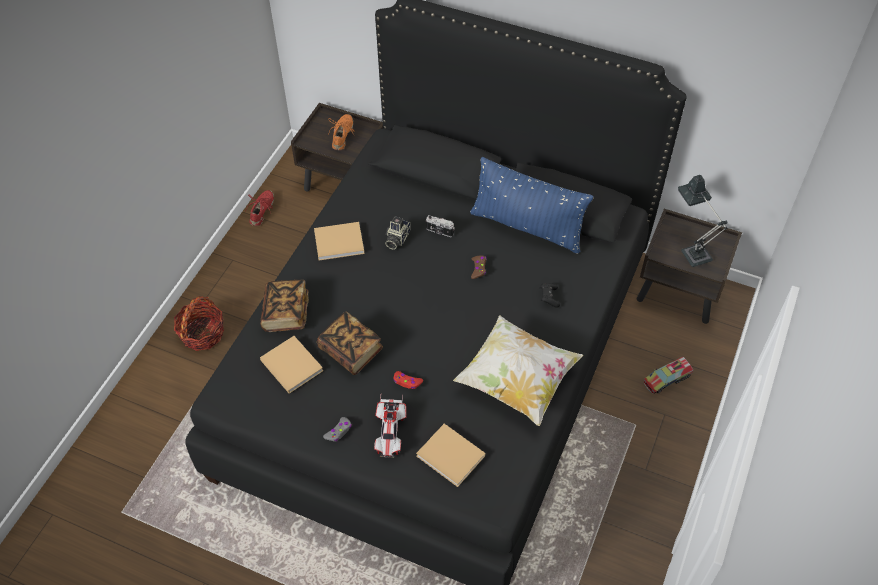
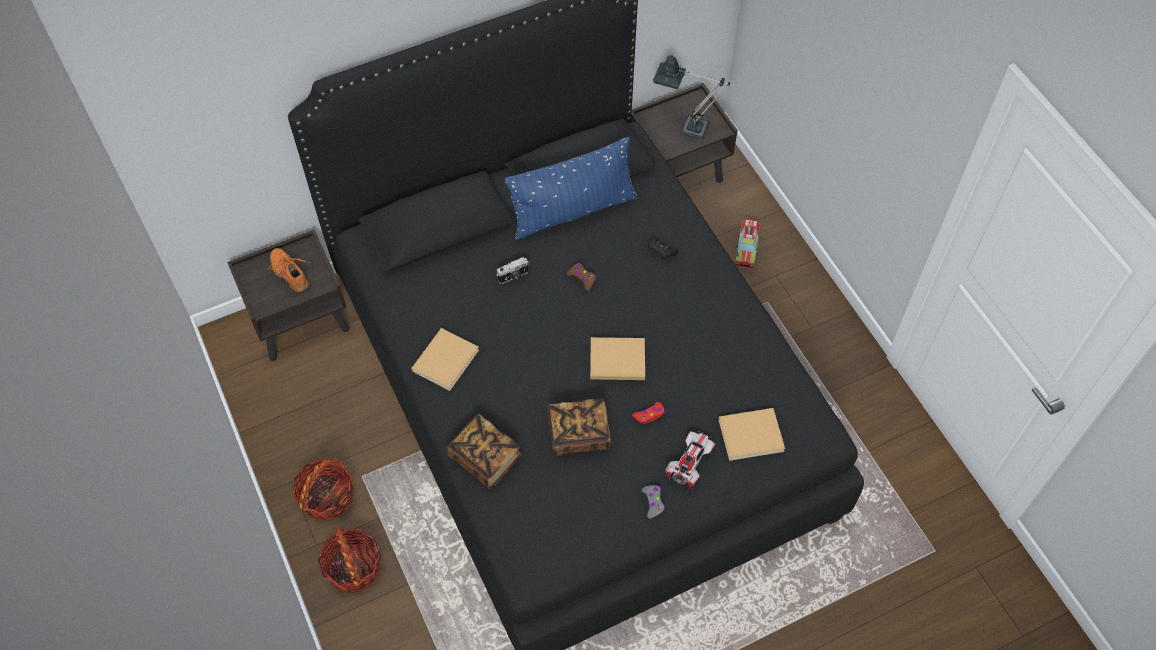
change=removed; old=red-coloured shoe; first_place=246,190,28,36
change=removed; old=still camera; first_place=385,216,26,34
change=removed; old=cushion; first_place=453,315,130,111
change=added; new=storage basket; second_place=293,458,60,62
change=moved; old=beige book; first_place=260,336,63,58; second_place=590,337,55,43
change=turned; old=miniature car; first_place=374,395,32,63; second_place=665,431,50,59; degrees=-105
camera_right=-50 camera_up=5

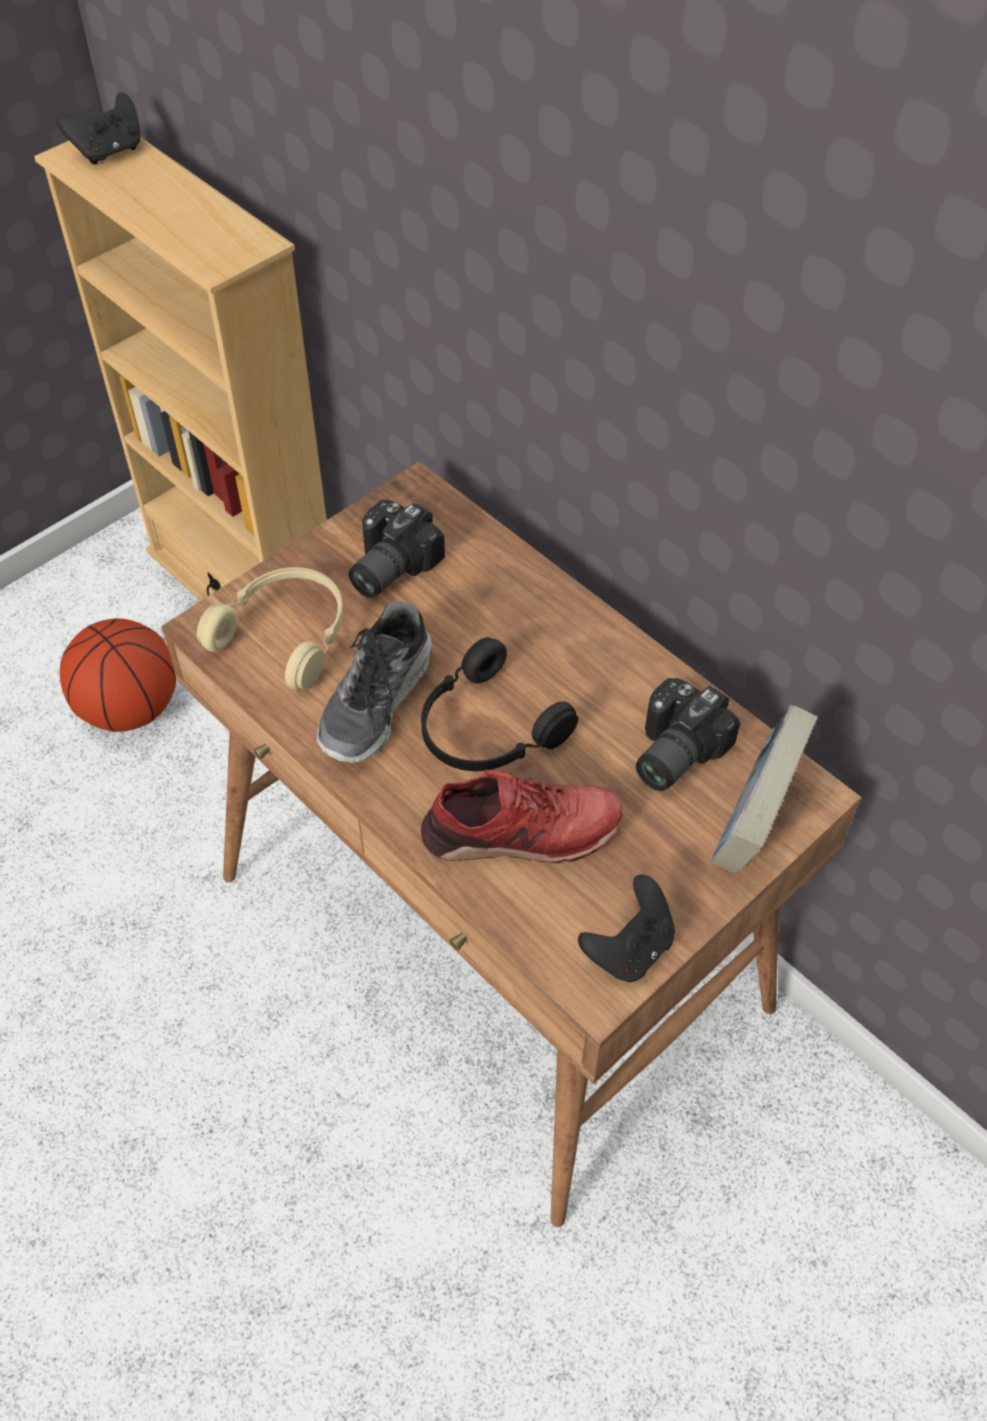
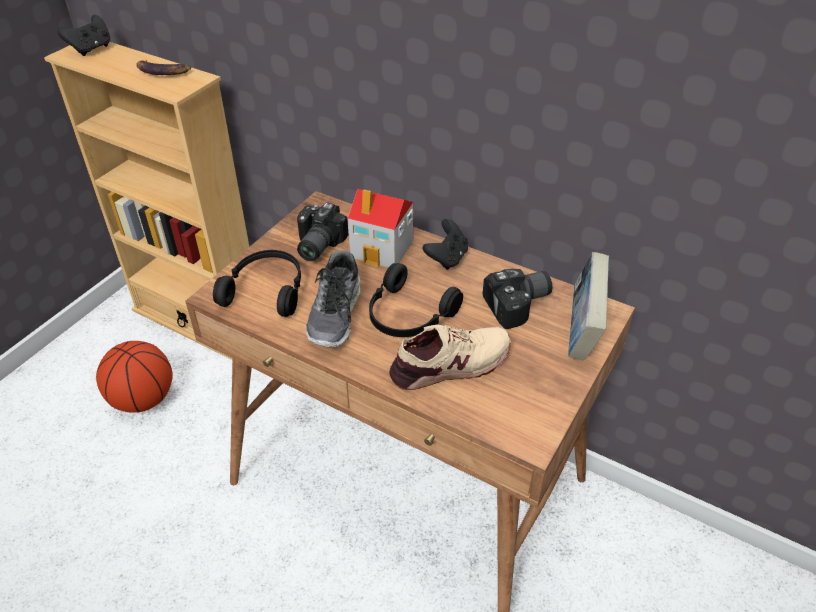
change=added; new=whole banana; second_place=136,60,55,15
change=added; new=toy house; second_place=347,189,66,79
change=moved; old=black gamepad; first_place=578,874,97,108; second_place=423,219,45,51
change=recoloured; old=beige headphones; new=black headphones; first_place=197,567,146,123; second_place=213,250,88,67
change=recoloured; old=red-coloured shoe; new=beige shoe; first_place=421,769,202,94; second_place=389,325,122,65
change=turned; old=still camera; first_place=636,678,104,113; second_place=483,269,69,60; degrees=-135
camera_right=-15 camera_up=-10

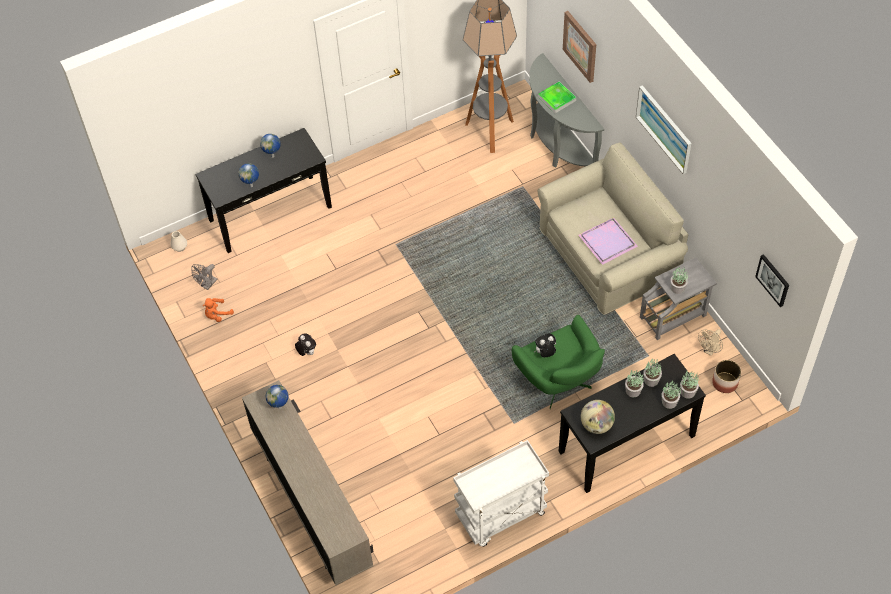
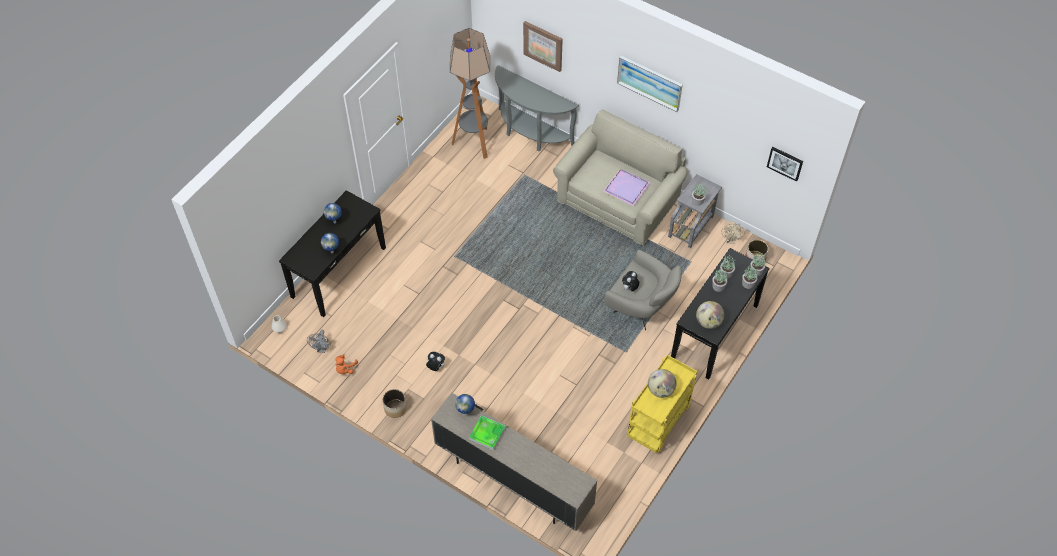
change=added; new=flower pot; second_place=383,389,24,29
change=added; new=desk globe; second_place=648,369,29,29
change=moved; old=carrying tray; first_place=538,82,38,31; second_place=469,415,37,36
change=recoloured; old=white-coloured trolley; new=yellow-coloured trolley; first_place=453,440,96,107; second_place=627,355,70,98
change=recoloured; old=greenish easy chair; new=grey easy chair; first_place=512,315,93,94; second_place=604,250,78,81
camera_right=-30 camera_up=0

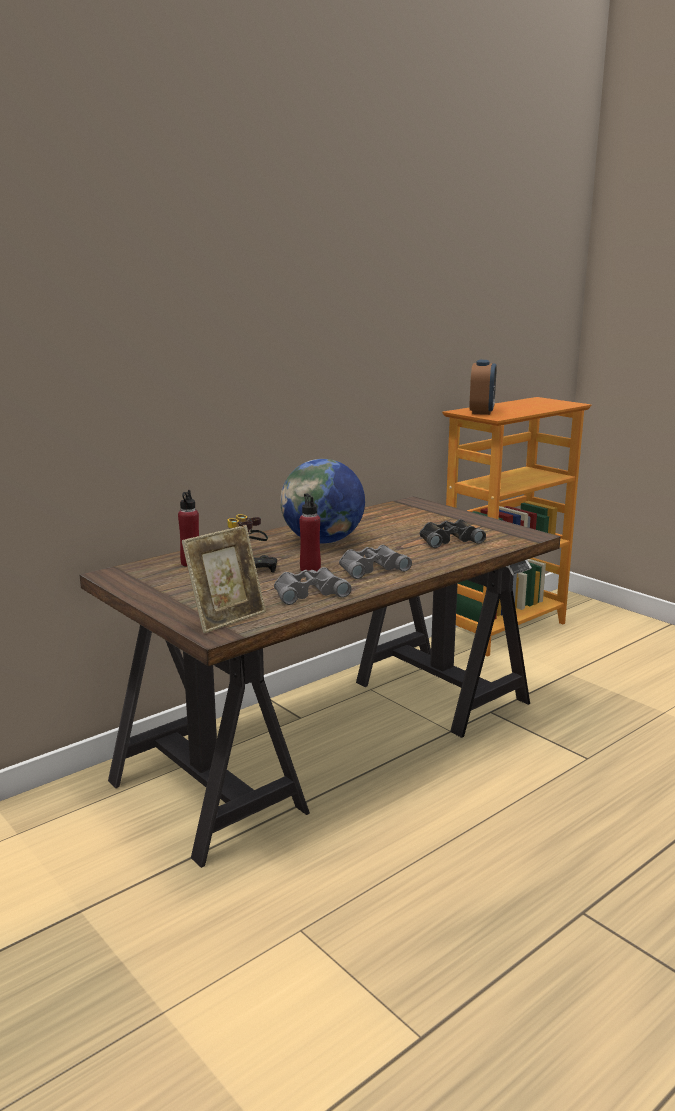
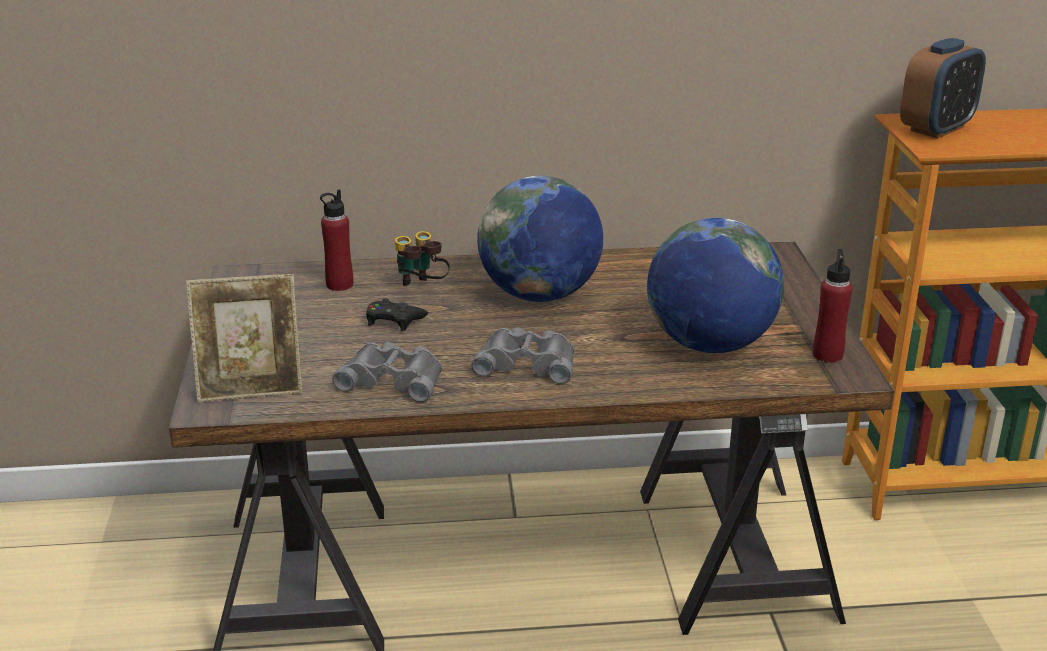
change=moved; old=red-coloured beverage bottle; first_place=299,494,22,78; second_place=813,249,40,114
change=replaced; old=black binoculars; new=desk globe; first_place=420,519,66,29; second_place=647,218,137,135
camera_right=35 camera_up=10

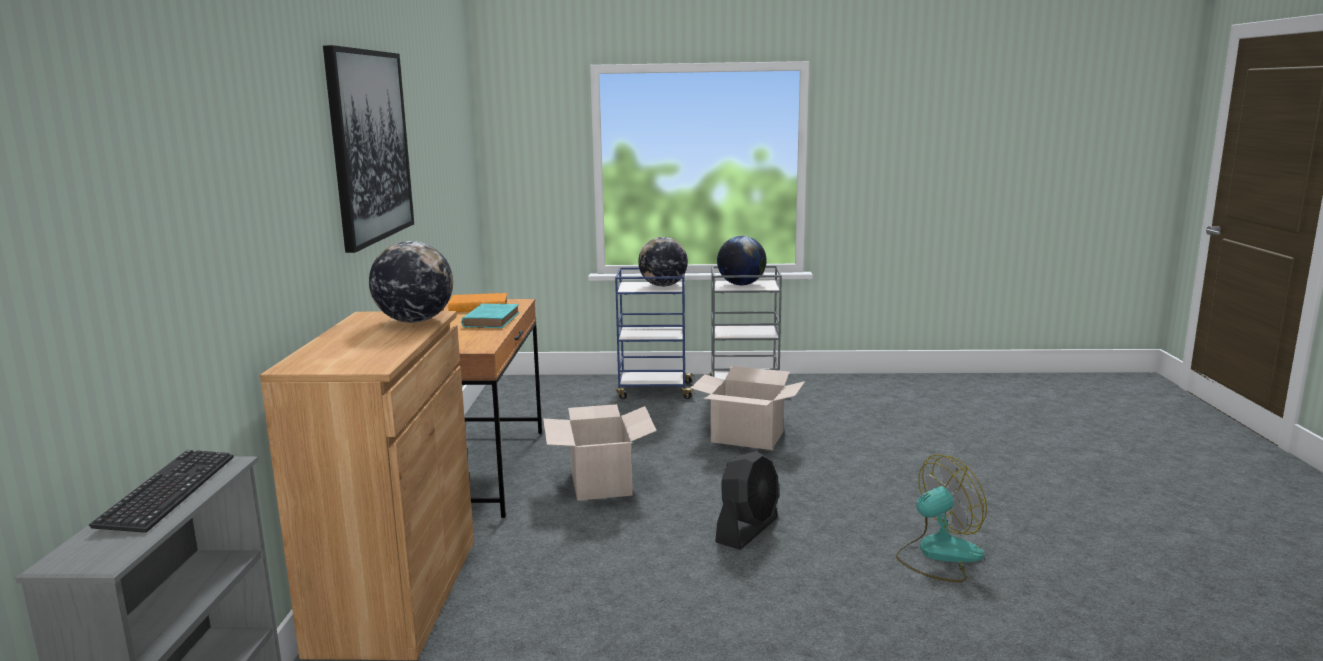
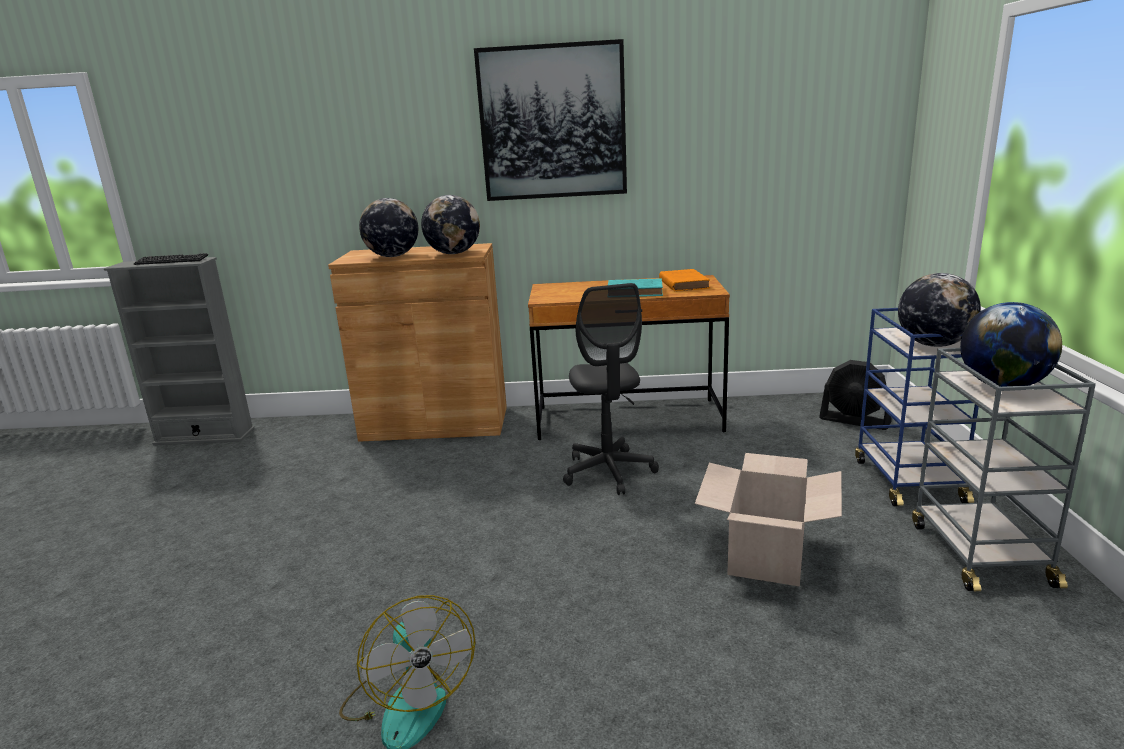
change=added; new=desk globe; second_place=359,198,59,59
change=moved; old=black electric fan; first_place=715,451,64,99; second_place=819,360,73,70
change=replaced; old=packing box; new=grey office chair; first_place=543,404,114,97; second_place=563,283,96,212
camera_right=90 camera_up=5

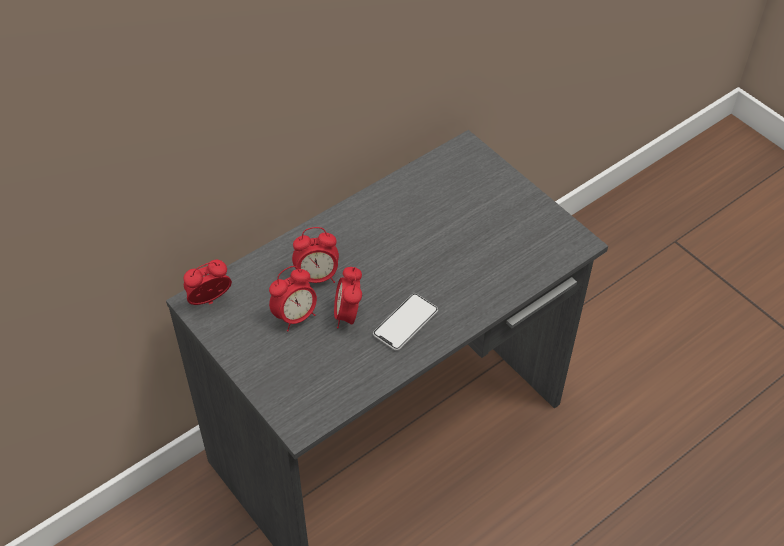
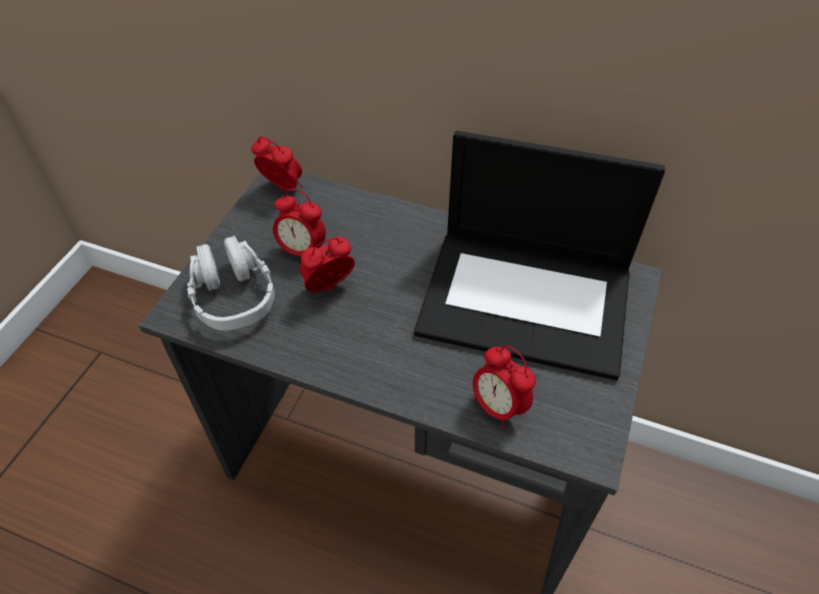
change=removed; old=handset; first_place=373,294,65,57
change=added; new=grey headphones; second_place=187,236,88,95
change=added; new=portable computer; second_place=414,131,251,249
change=moved; old=alarm clock; first_place=292,227,47,56; second_place=473,345,63,84
camera_right=60 camera_up=0

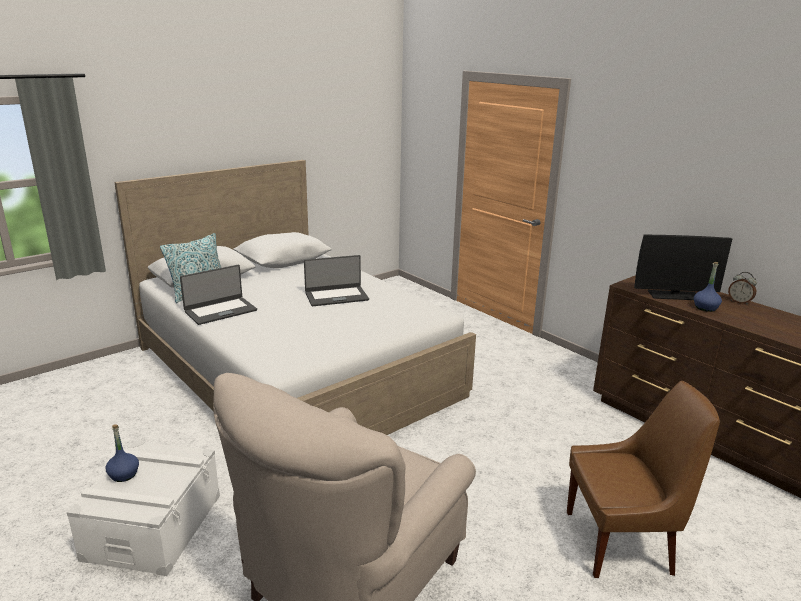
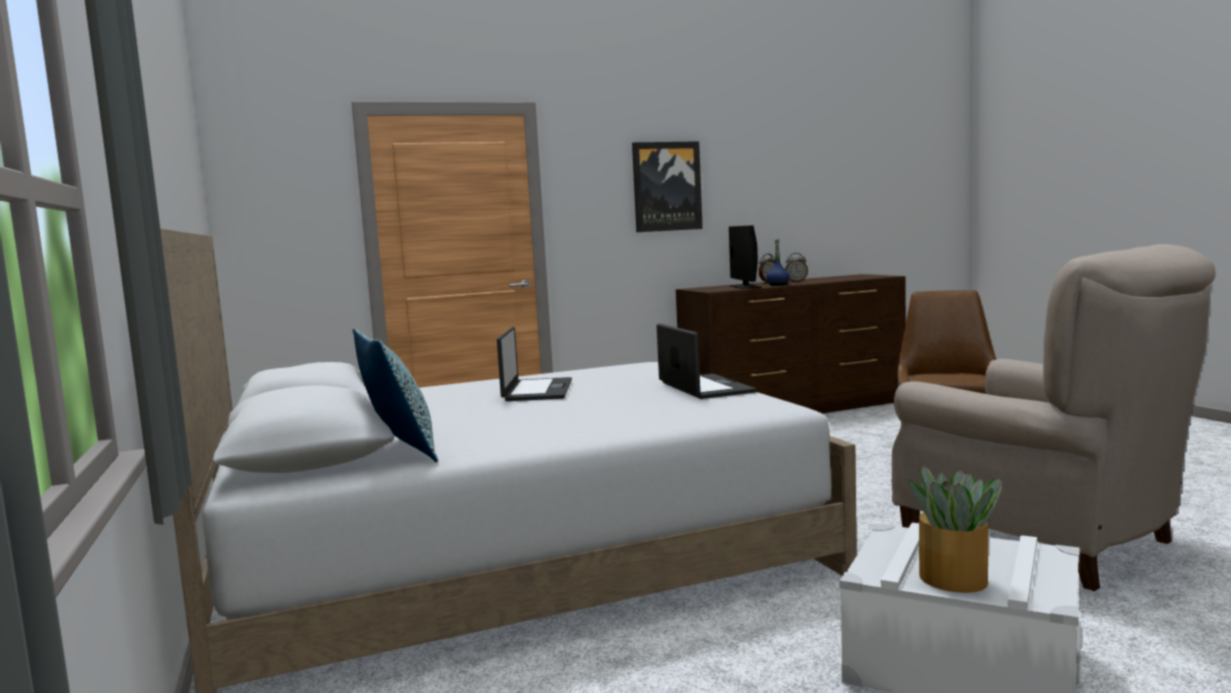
change=added; new=wall art; second_place=632,141,71,91
change=added; new=alarm clock; second_place=785,253,23,29
change=moved; old=portable computer; first_place=180,265,77,60; second_place=657,323,100,76
change=replaced; old=bluish beverage bottle; new=potted plant; first_place=106,424,33,58; second_place=908,466,94,127
change=turned; old=monitor; first_place=634,234,98,66; second_place=729,225,33,64; degrees=150
camera_right=-70 camera_up=-15

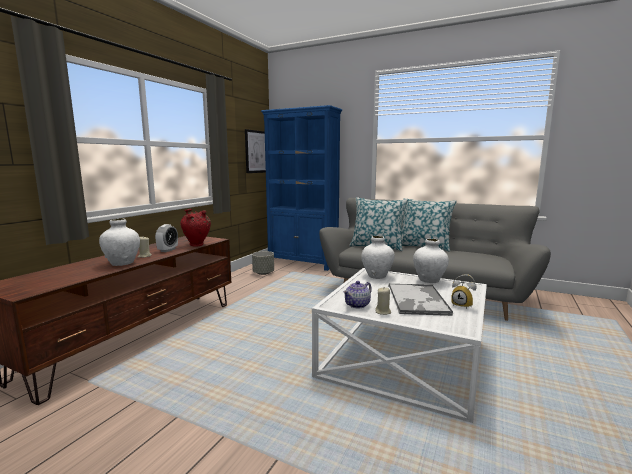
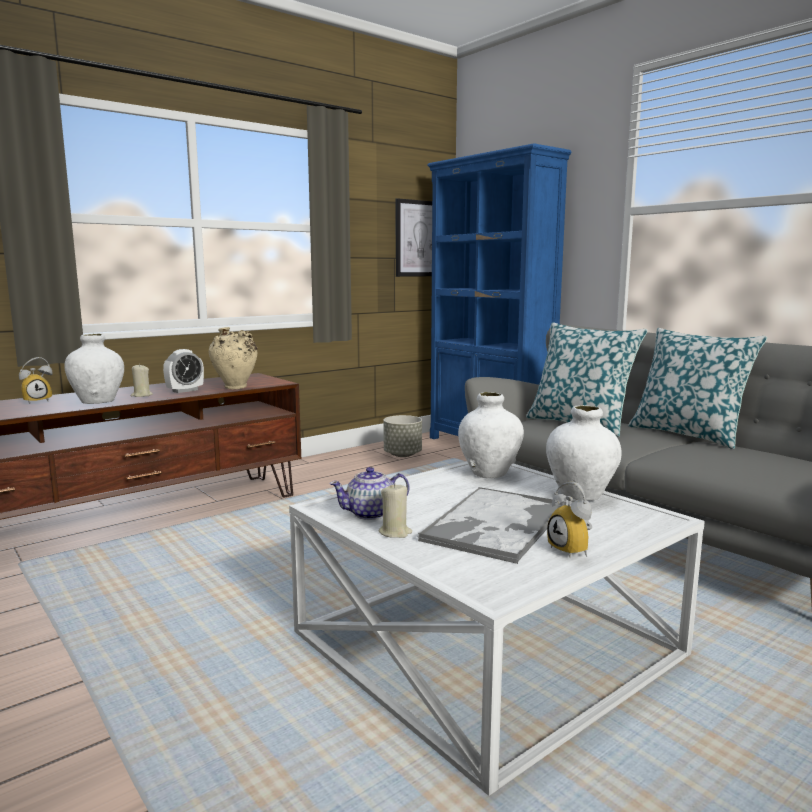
change=added; new=alarm clock; second_place=19,357,33,47
change=recoloured; old=red-coloured vase; new=beige vase; first_place=181,209,30,38; second_place=209,327,49,62
camera_right=25 camera_up=0

